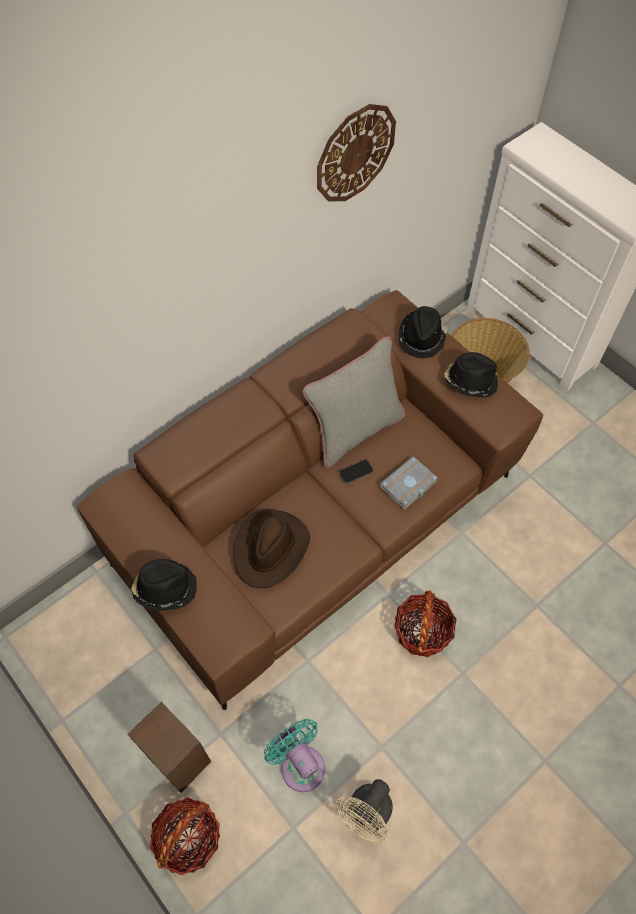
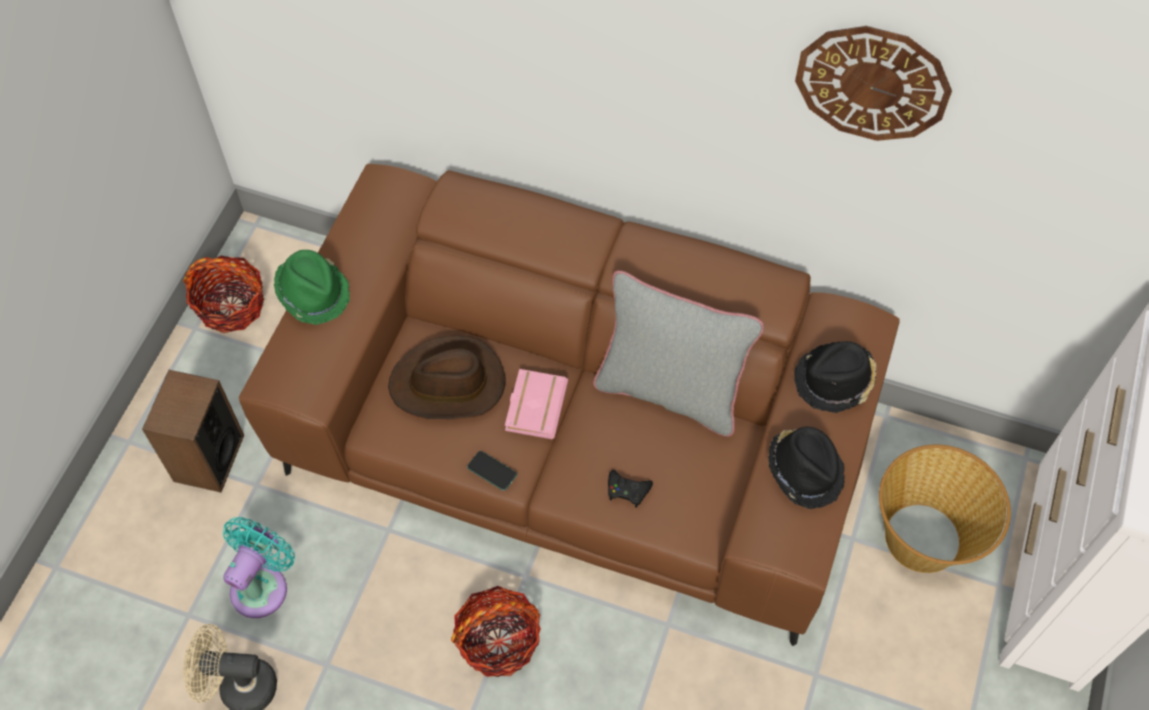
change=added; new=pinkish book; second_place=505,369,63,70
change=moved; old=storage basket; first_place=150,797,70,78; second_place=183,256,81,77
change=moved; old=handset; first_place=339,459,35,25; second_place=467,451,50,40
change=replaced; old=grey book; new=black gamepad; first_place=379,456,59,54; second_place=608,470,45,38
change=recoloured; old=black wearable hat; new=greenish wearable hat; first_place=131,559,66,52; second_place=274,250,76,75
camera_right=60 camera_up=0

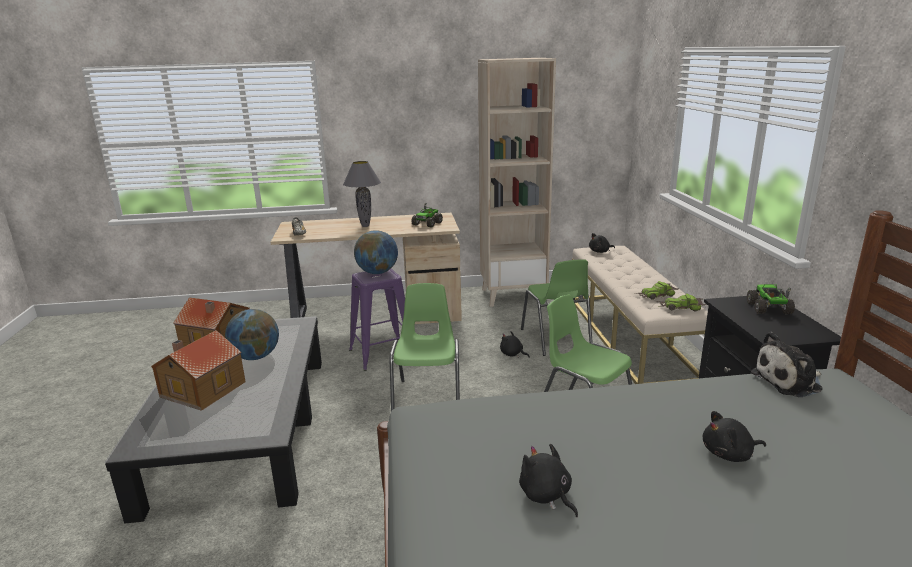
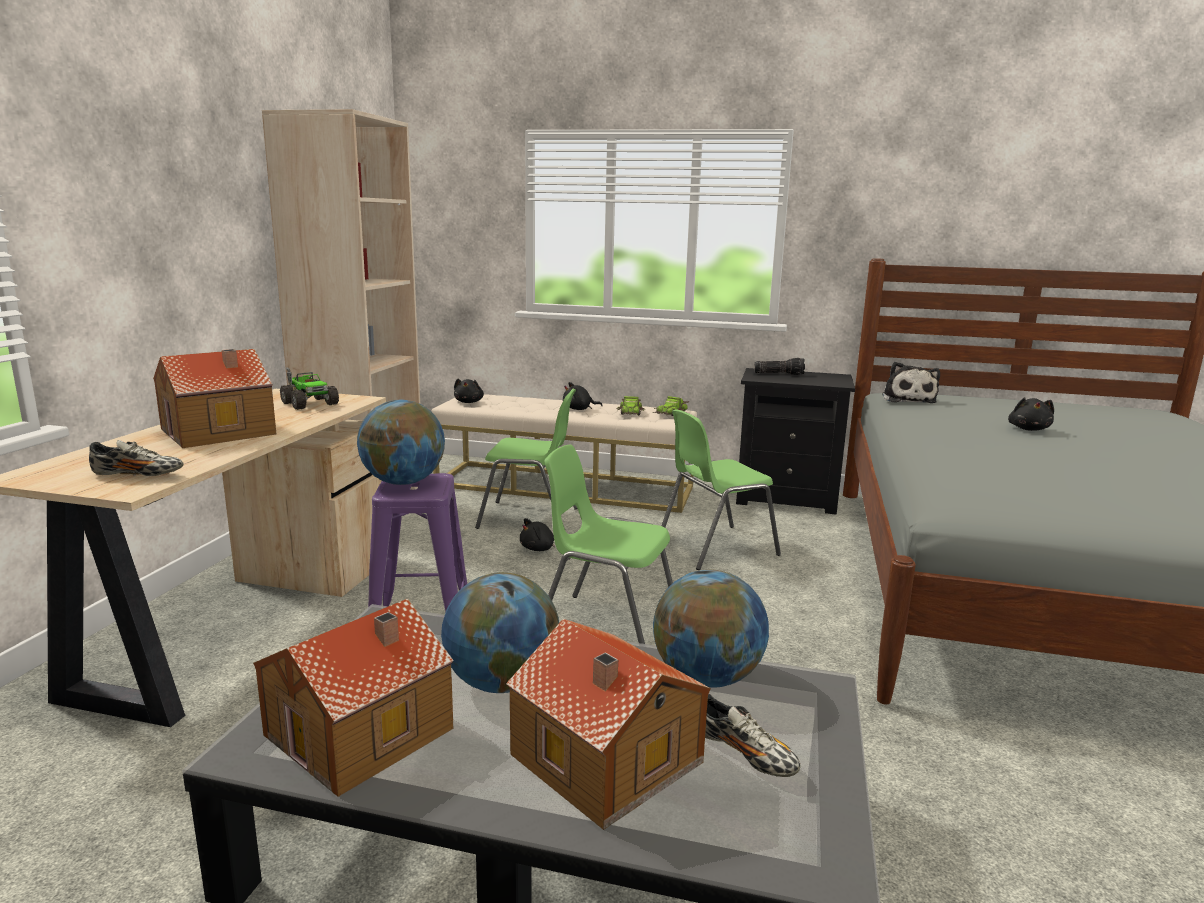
change=added; new=desk globe; second_place=653,569,116,119
change=added; new=shoe; second_place=705,694,96,83
change=moved; old=black cuddly toy; first_place=519,444,59,73; second_place=563,382,40,28
change=replaced; old=grey tabletop lamp; new=toy house; first_place=343,161,38,66; second_place=153,349,123,99
change=replaced; old=toy lorry; new=hand torch; first_place=747,284,48,30; second_place=754,358,51,17
camera_right=-70 camera_up=-5

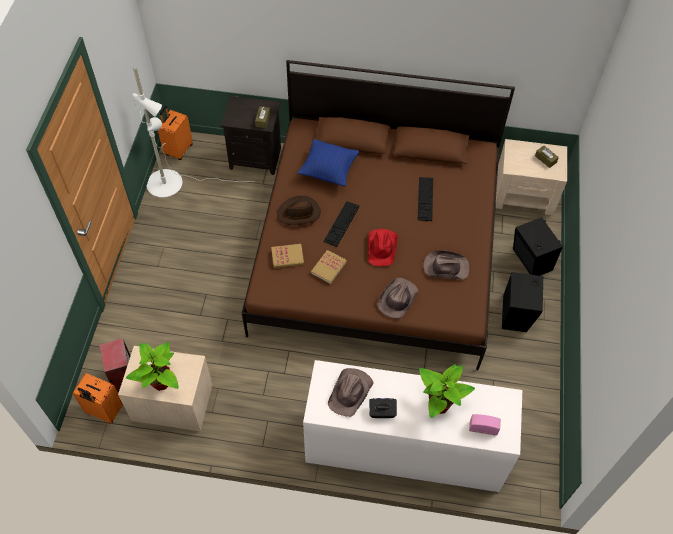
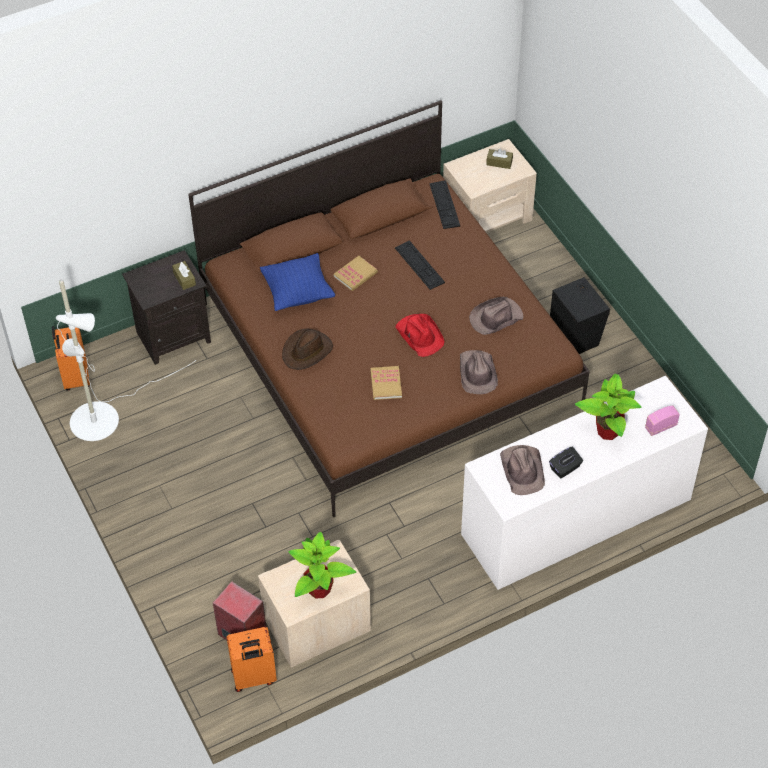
change=removed; old=black audio speaker; first_place=513,217,50,59
change=moved; old=book; first_place=271,244,33,24; second_place=334,256,44,35
change=moved; old=keyboard; first_place=323,201,37,46; second_place=429,180,31,49
camera_right=-35 camera_up=-5

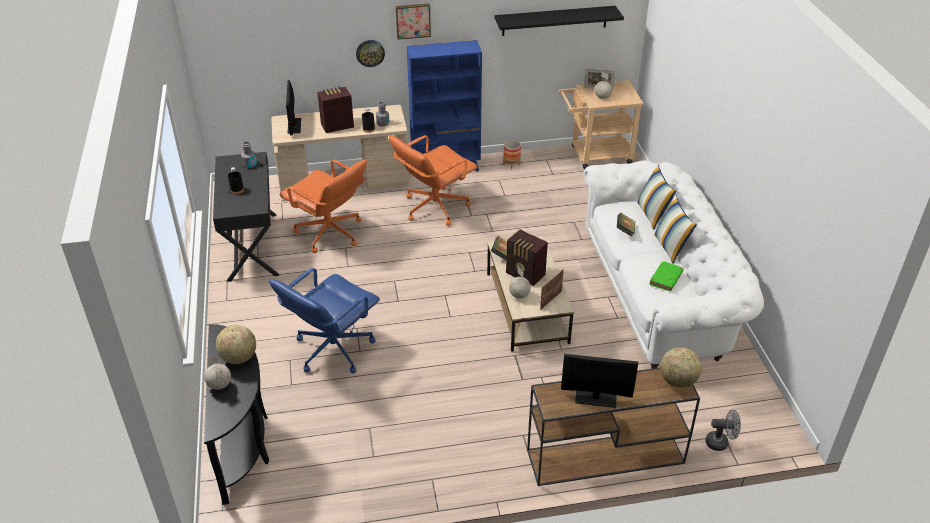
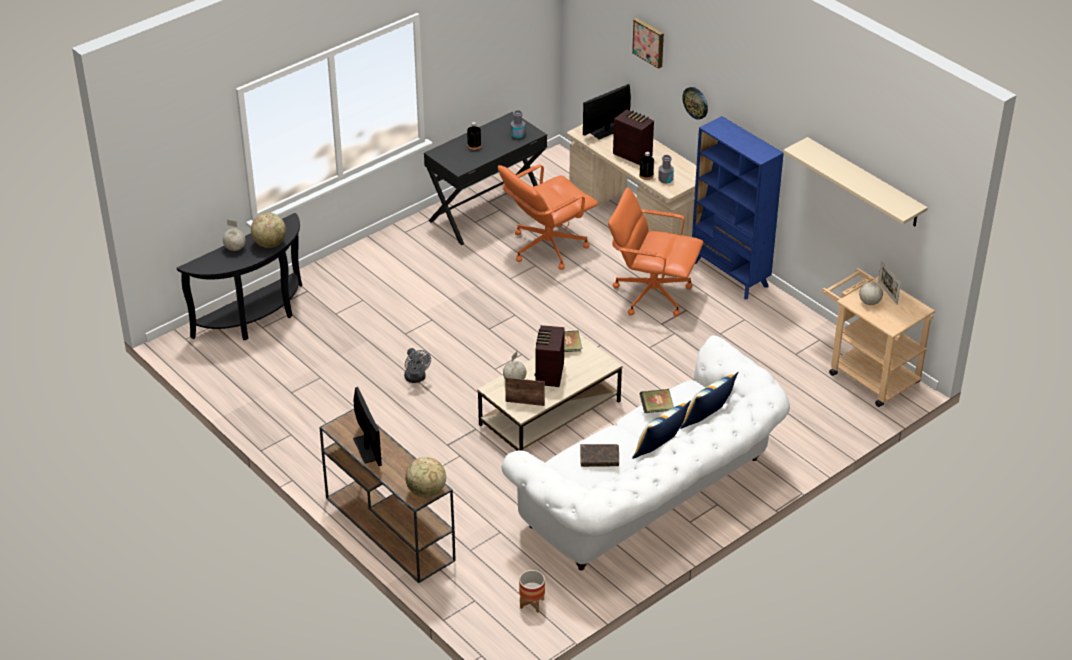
change=removed; old=bluish office chair; first_place=269,268,111,106
change=moved; old=wall art; first_place=396,4,35,36; second_place=632,18,32,51
change=moved; old=flower pot; first_place=503,140,18,29; second_place=519,570,26,43
change=moved; old=grey electric fan; first_place=706,410,35,41; second_place=404,348,27,35
change=recoloured; old=black bracket shelf; new=beige bracket shelf; first_place=494,6,130,30; second_place=783,137,145,89
change=recoloured; old=greenish book; new=brown-coloured book; first_place=650,261,34,30; second_place=580,444,39,23
change=turned; old=orange office chair; first_place=280,160,87,93; second_place=498,164,100,106; degrees=45
camera_right=60 camera_up=0

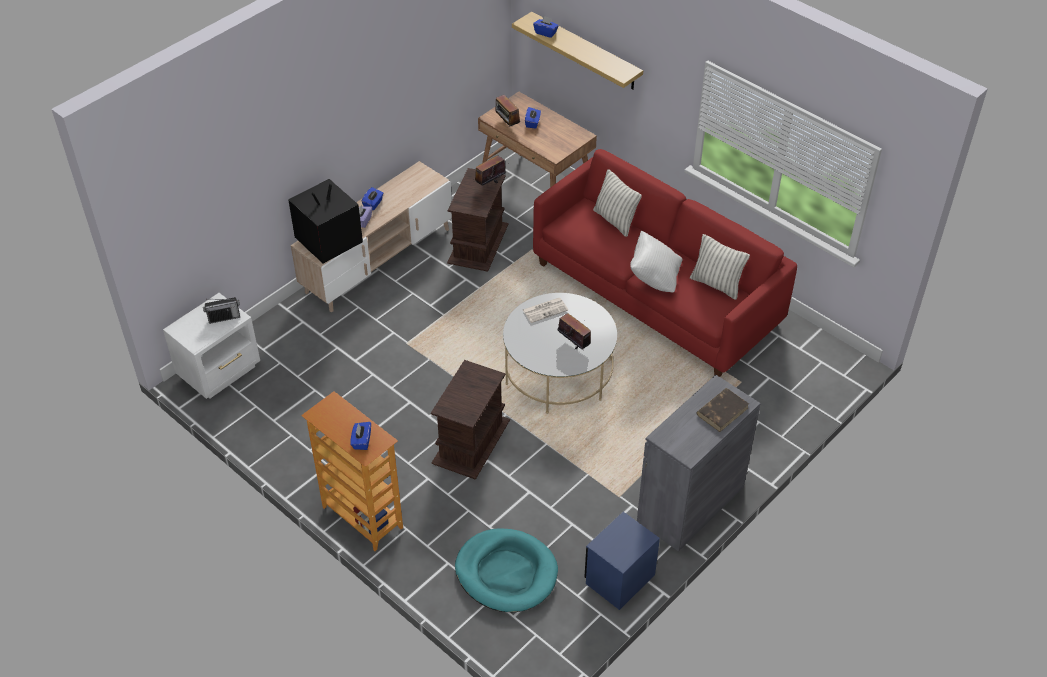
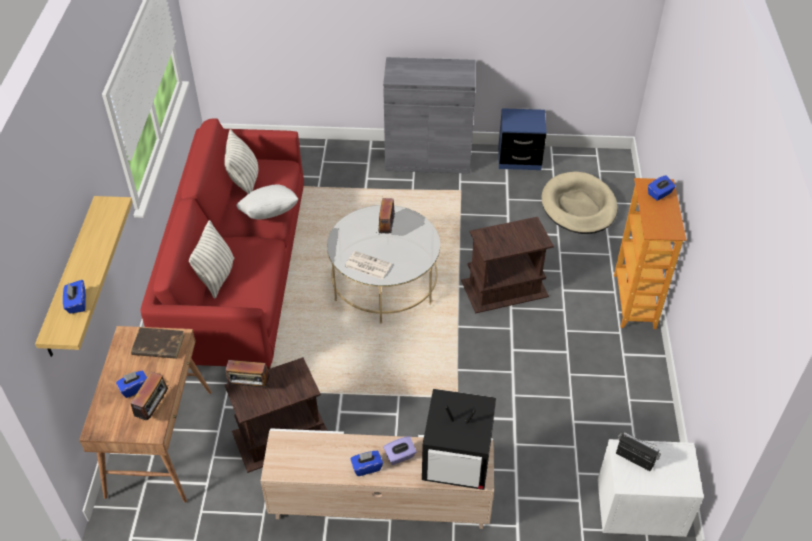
change=moved; old=brown-coloured book; first_place=696,388,53,44; second_place=131,327,54,32
change=recoloured; old=blue-green pet bed; new=beige pet bed; first_place=455,528,103,84; second_place=541,171,77,63
camera_right=-130 camera_up=0

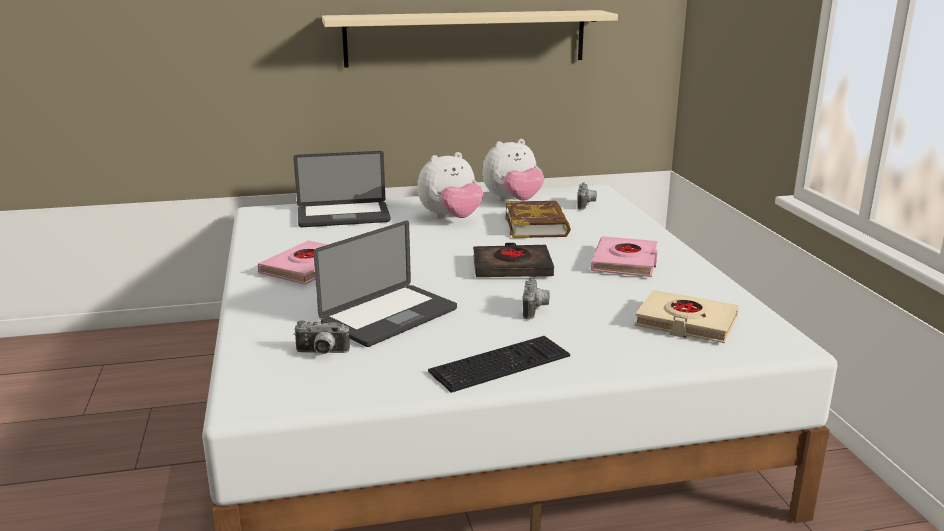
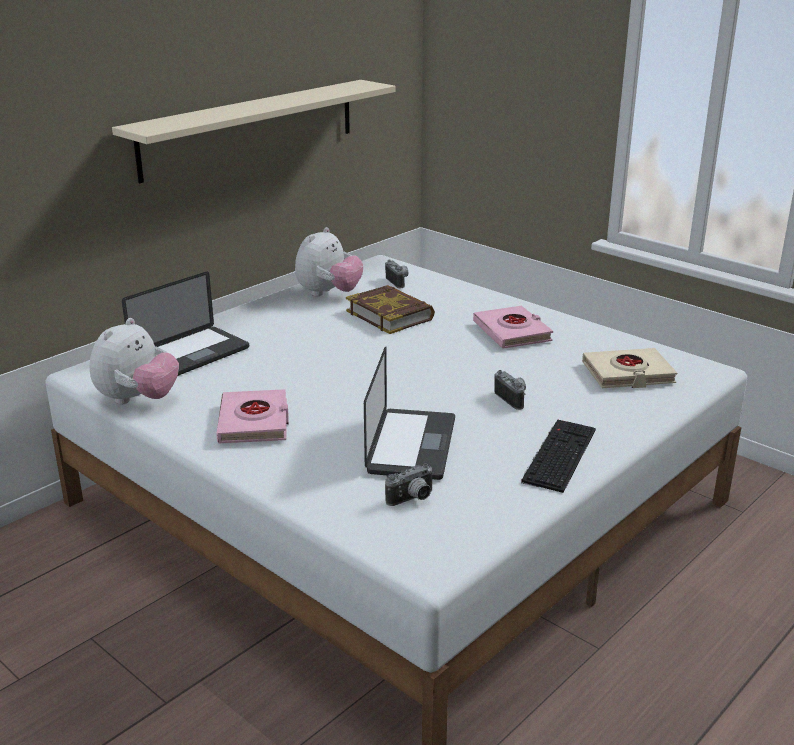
change=removed; old=black book; first_place=473,243,81,34
change=moved; old=cuddly toy; first_place=417,152,66,67; second_place=89,318,90,87
camera_right=-35 camera_up=5

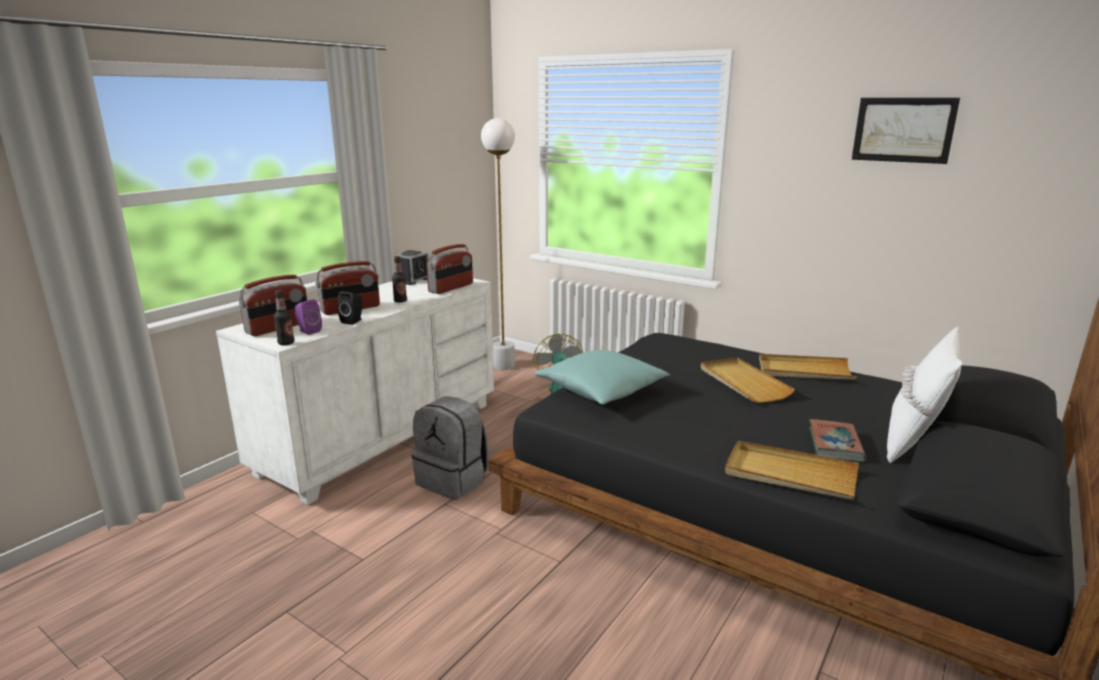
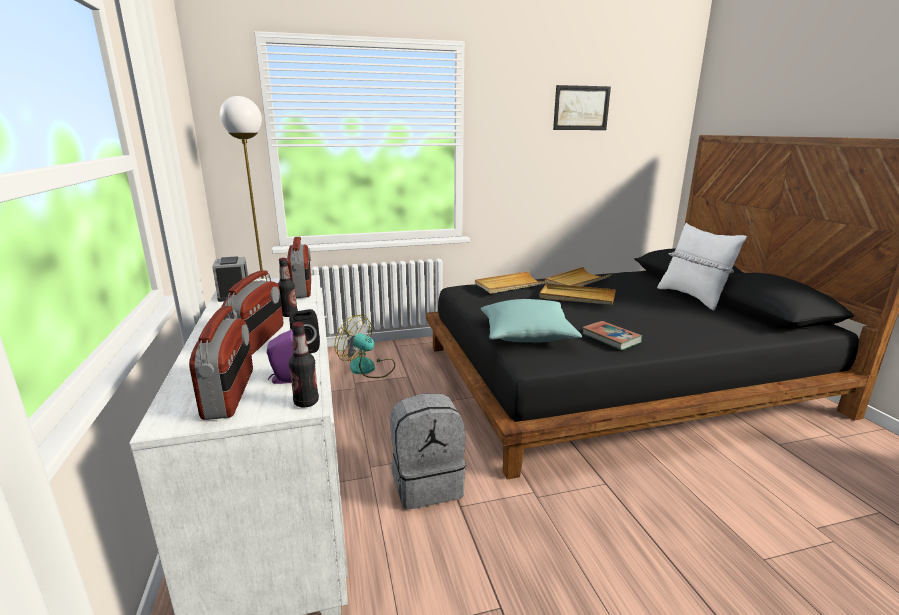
change=moved; old=beige carrying tray; first_place=725,441,134,59; second_place=475,271,74,23
change=moved; old=book; first_place=809,419,57,43; second_place=582,321,61,30
camera_right=-50 camera_up=0

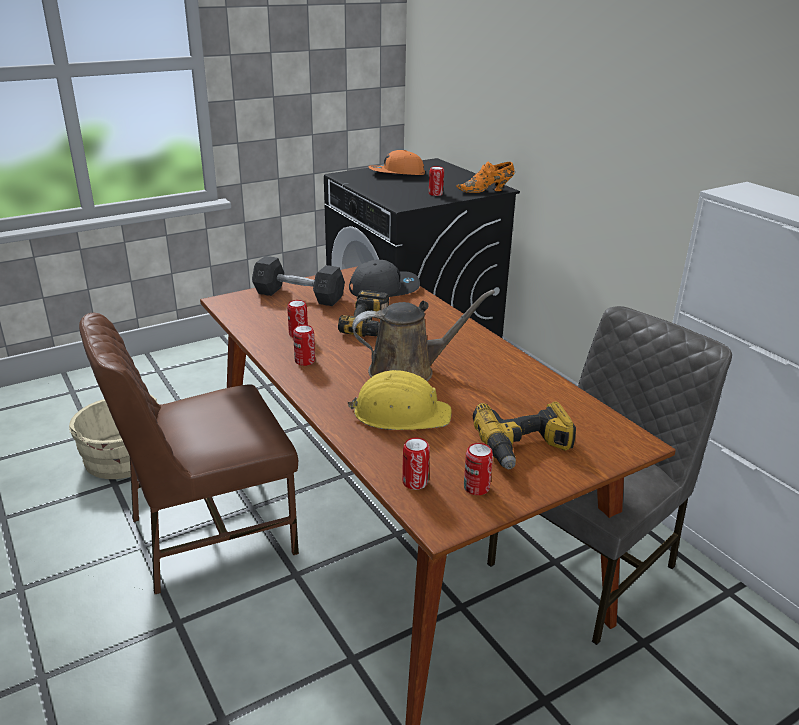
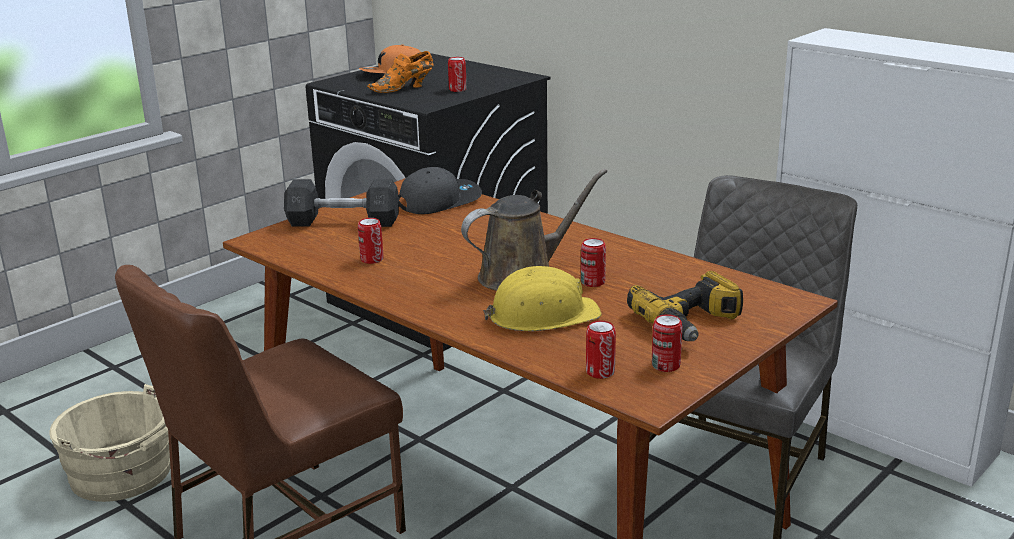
change=removed; old=electric drill; first_place=338,290,51,47
change=moved; old=can; first_place=293,325,22,41; second_place=581,238,25,49
change=moved; old=orange shoe; first_place=456,162,58,31; second_place=367,51,67,42
camera_right=-15 camera_up=-5

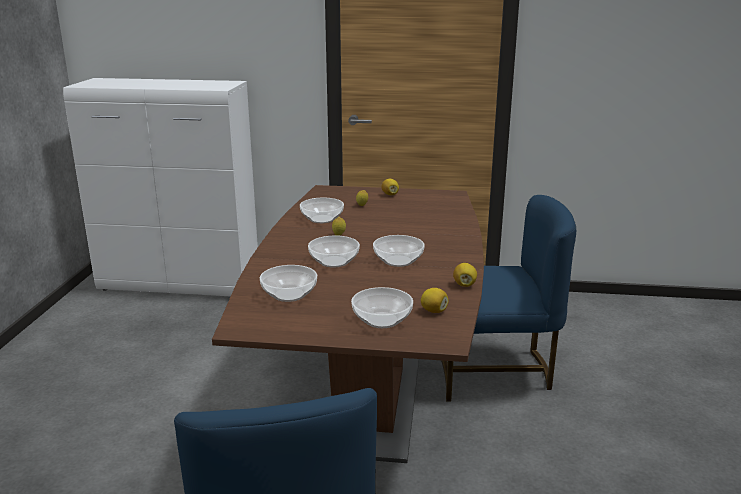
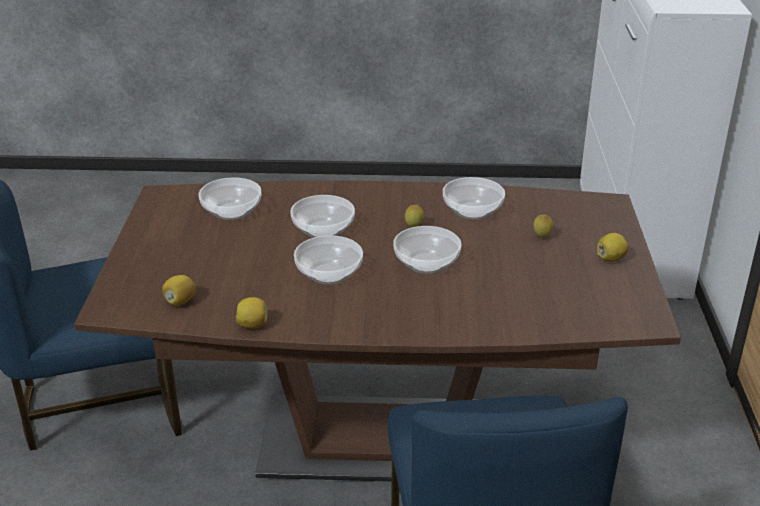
change=moved; old=bowl; first_place=351,287,62,41; second_place=393,226,69,48
camera_right=85 camera_up=10

